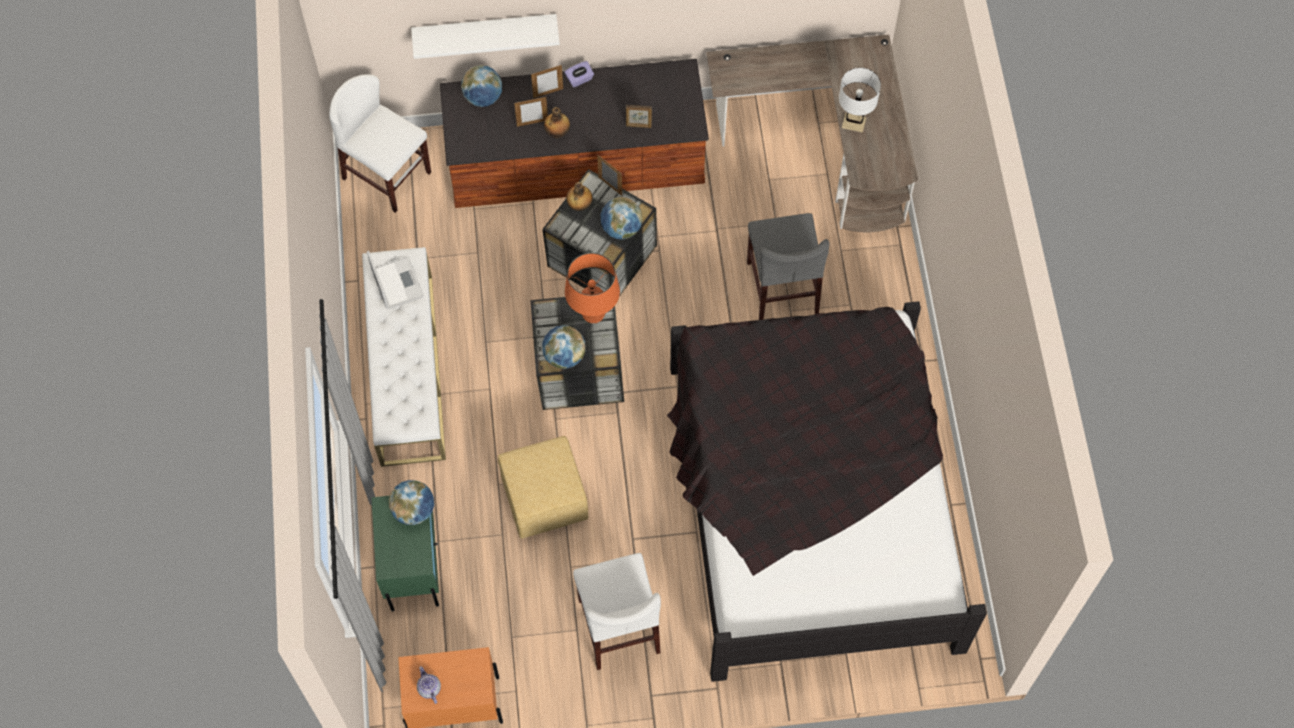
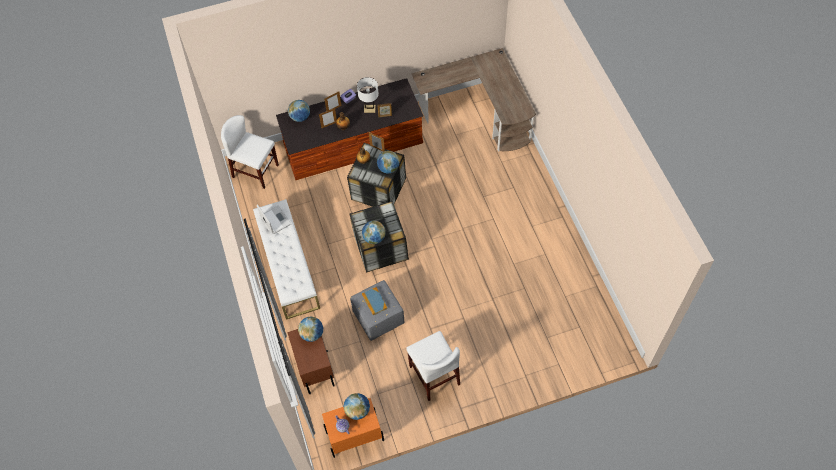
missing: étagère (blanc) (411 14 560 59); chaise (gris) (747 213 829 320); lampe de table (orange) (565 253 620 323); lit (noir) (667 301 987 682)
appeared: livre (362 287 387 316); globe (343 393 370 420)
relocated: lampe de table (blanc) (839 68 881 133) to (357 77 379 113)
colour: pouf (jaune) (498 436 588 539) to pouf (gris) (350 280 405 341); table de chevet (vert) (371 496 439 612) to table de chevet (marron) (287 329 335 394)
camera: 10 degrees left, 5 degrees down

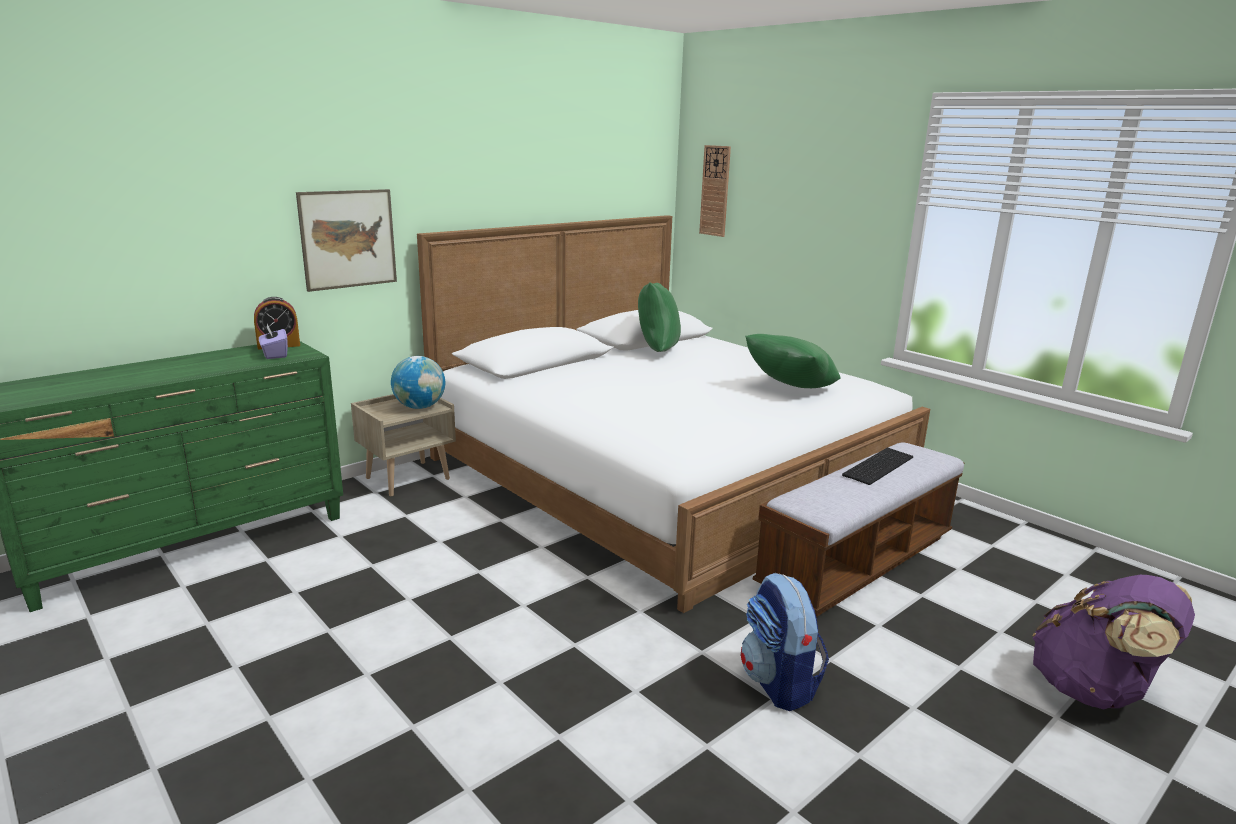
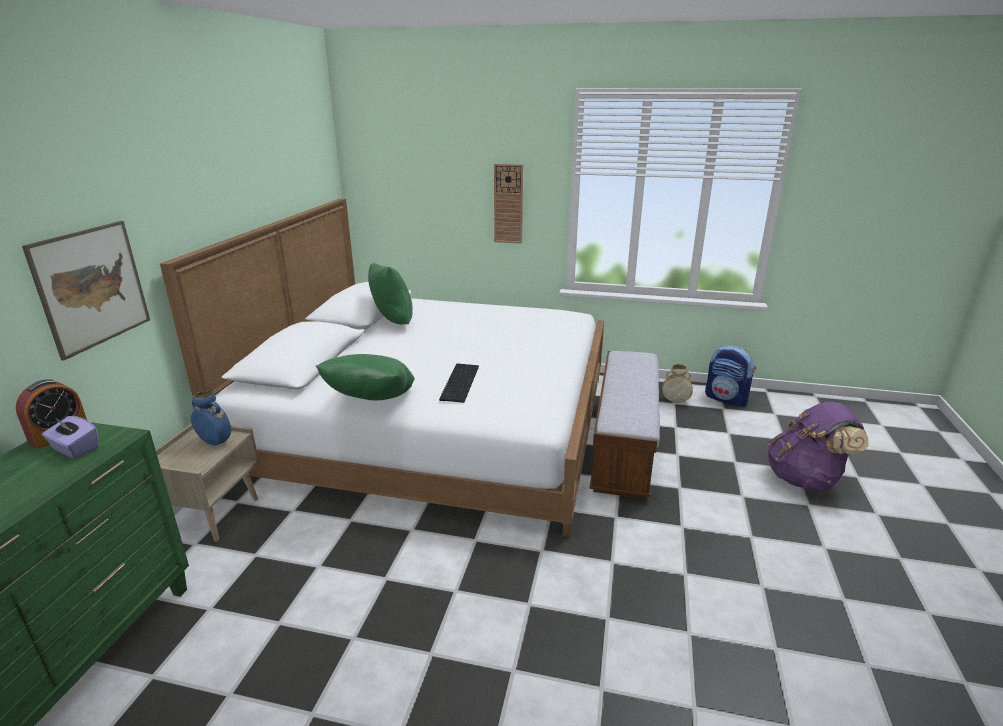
appeared: vase (beige) (662 364 693 403)
relocated: horloge murale (699 145 731 237) to (494 164 523 244); coussin (vert) (745 334 841 388) to (316 354 415 400); clavier (842 448 913 485) to (439 363 479 403); sac à dos (741 573 829 711) to (705 345 756 407)
exchanged: globe (391 356 445 409) to vase (bleu) (191 390 231 445)
camera: 35 degrees left, 5 degrees up

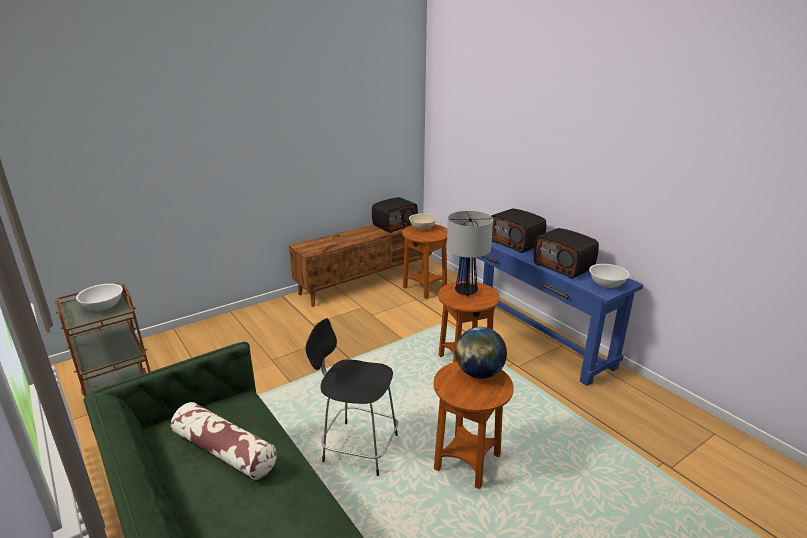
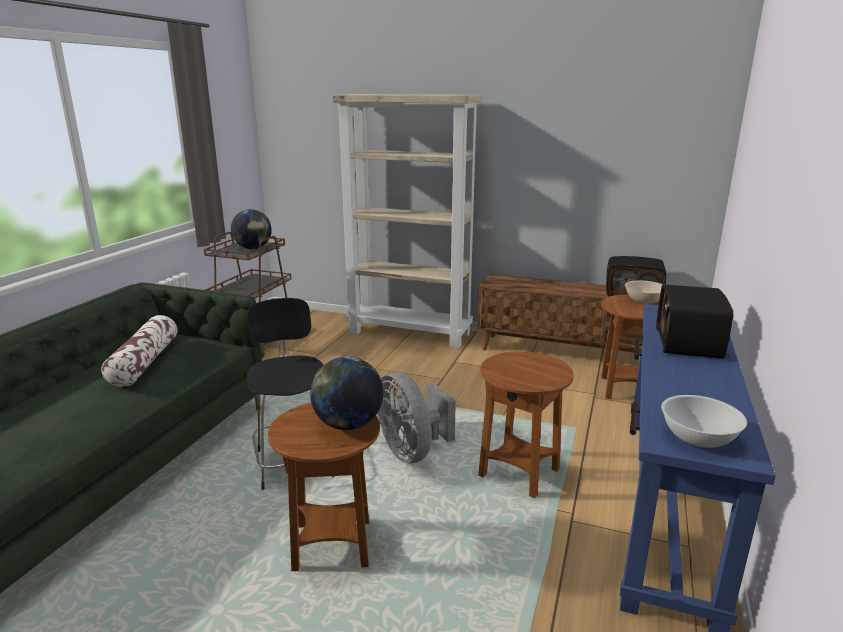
missing: lampe de table (447 211 493 297); radio (534 228 599 279)
appeared: bibliothèque (beige) (332 94 482 348); ventilateur (gris) (377 372 456 464)
exchanged: bol (blanc) (76 284 123 311) to globe (231 209 272 249)
camera: 55 degrees right, 5 degrees down

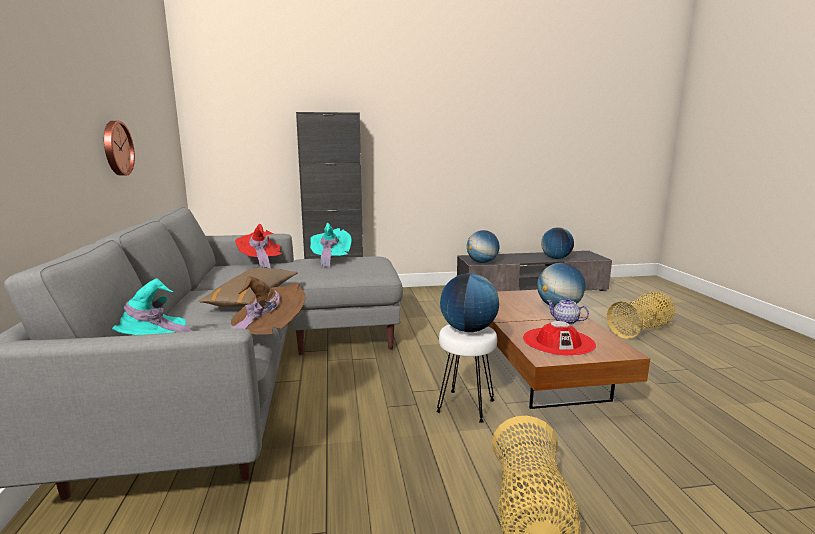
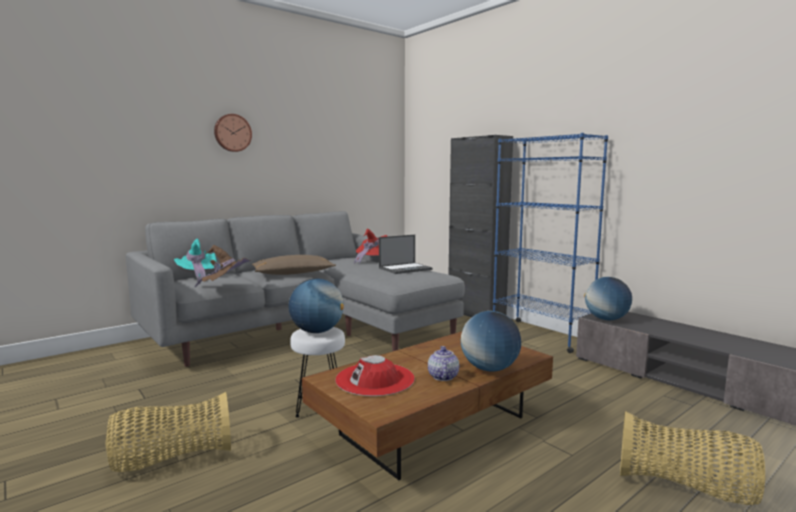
missing: globe (541 227 574 259)
appeared: bibliothèque (bleu) (493 133 608 353)
relocated: horloge murale (104 121 135 176) to (214 114 252 152)
exchanged: chapeau (turquoise) (310 223 352 268) to ordinateur portable (379 235 433 274)
camera: 60 degrees right, 5 degrees down

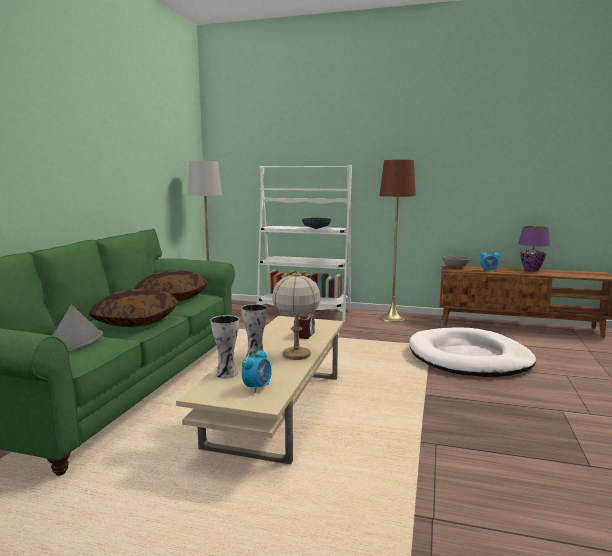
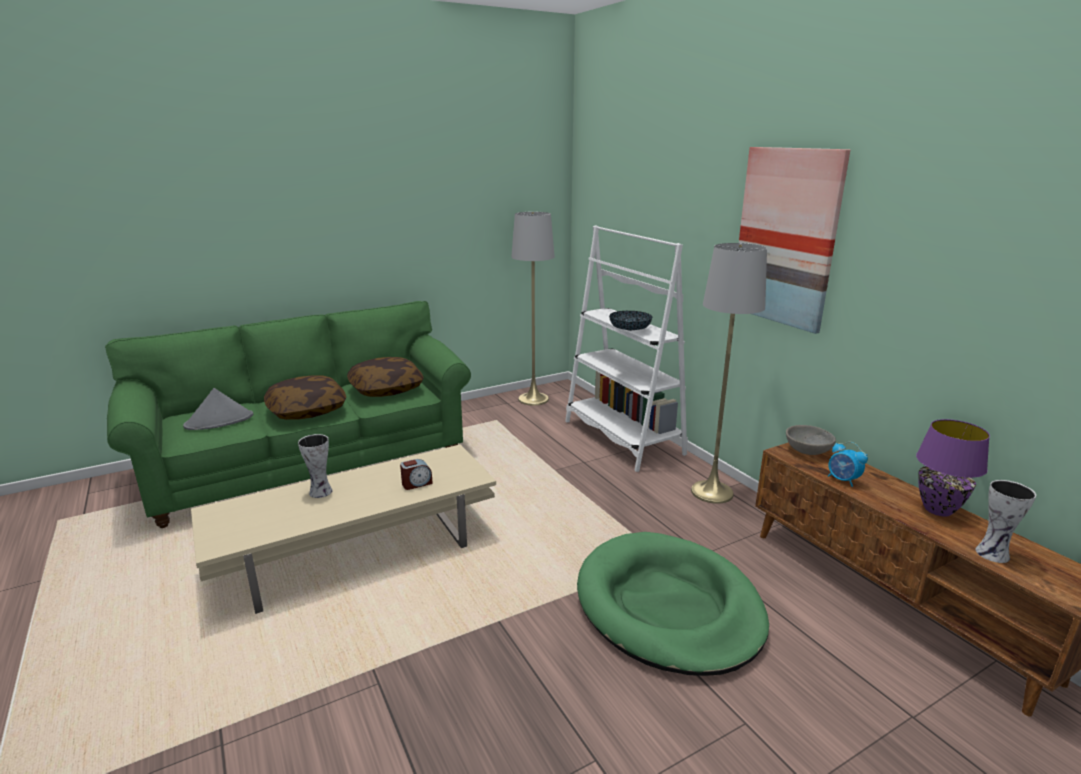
missing: lampe de table (272 271 321 360); réveil (242 348 272 394)
appeared: tableau (739 147 851 334)
relocated: vase (210 315 239 379) to (976 480 1036 563)
colour: lampadaire (marron) (380 159 416 322) to lampadaire (gris) (691 243 767 504); panier pour chien (blanc) (409 327 536 377) to panier pour chien (vert) (577 532 769 676)
camera: 45 degrees right, 10 degrees up

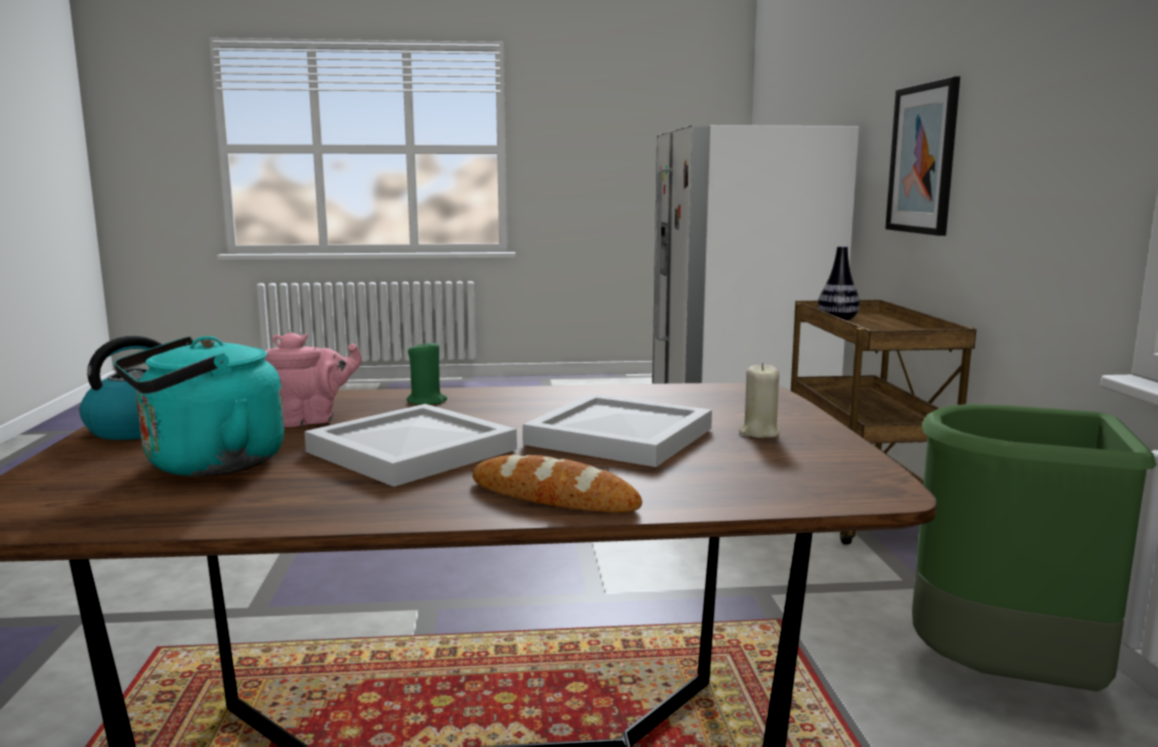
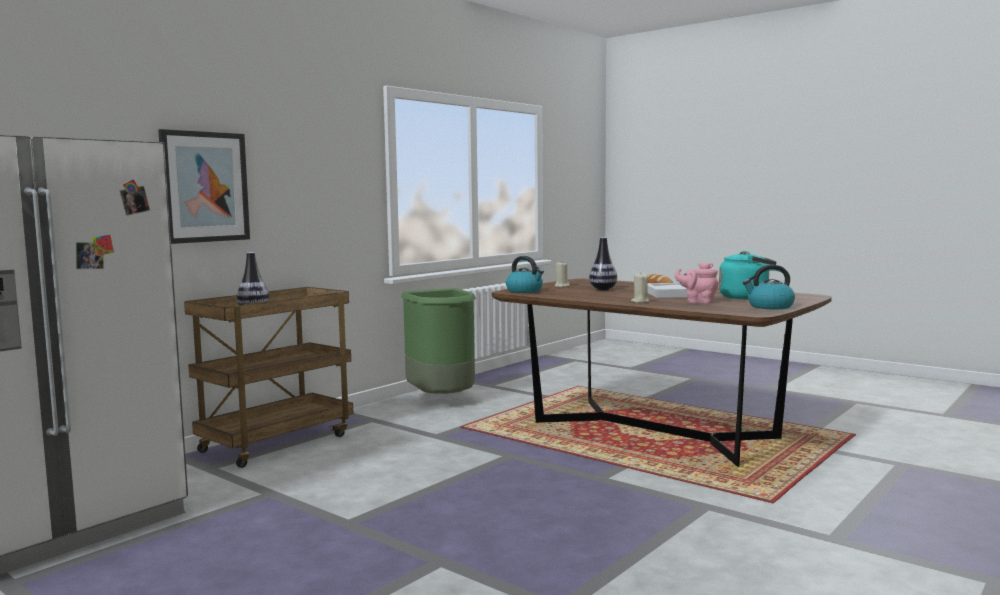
appeared: bouilloire (506 256 544 293)
exchanged: plateau (blanc) (523 394 712 467) to vase (589 238 617 290)
colour: bougie (vert) (407 340 447 405) to bougie (beige) (631 273 649 303)
camera: 135 degrees left, 5 degrees down

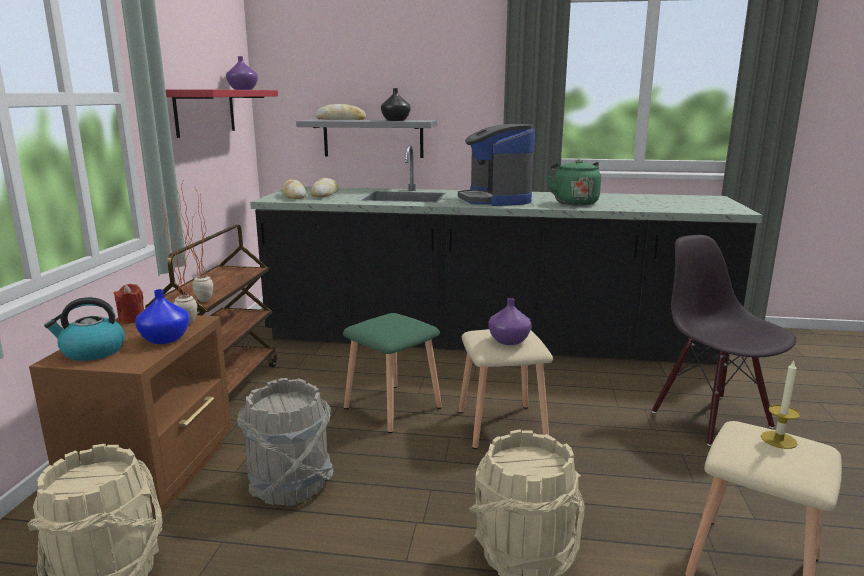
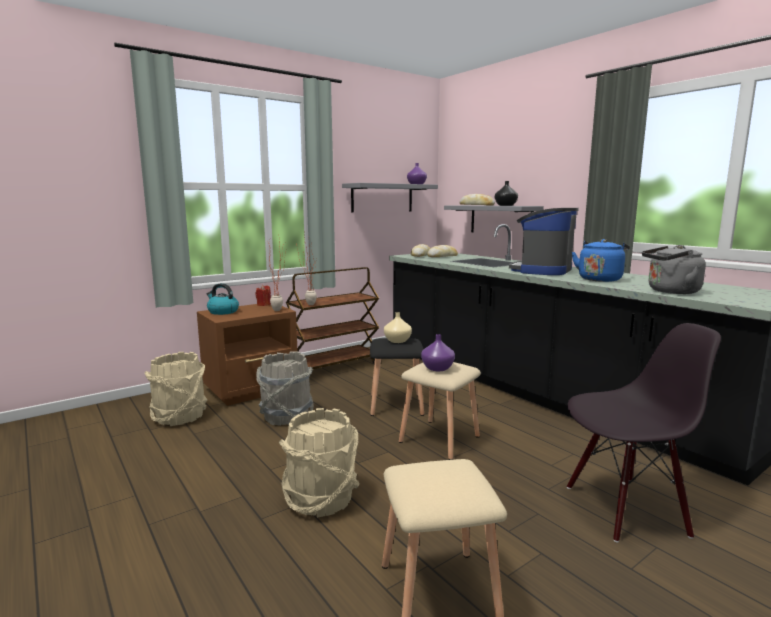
missing: vase (bleu) (135 289 189 344); bougie (761 361 800 449)
appeared: bouilloire (gris) (642 245 706 294); vase (beige) (384 312 412 343)
colour: étagère (rouge) (166 90 278 138) to étagère (gris) (342 183 438 212); bouilloire (vert) (547 159 601 206) to bouilloire (bleu) (572 239 630 282); tabouret (vert) (343 313 442 433) to tabouret (noir) (370 338 424 416)
spun: chaise (noir) (652 235 796 446) = (567 323 721 542) 60 degrees clockwise
camera: 45 degrees right, 5 degrees down

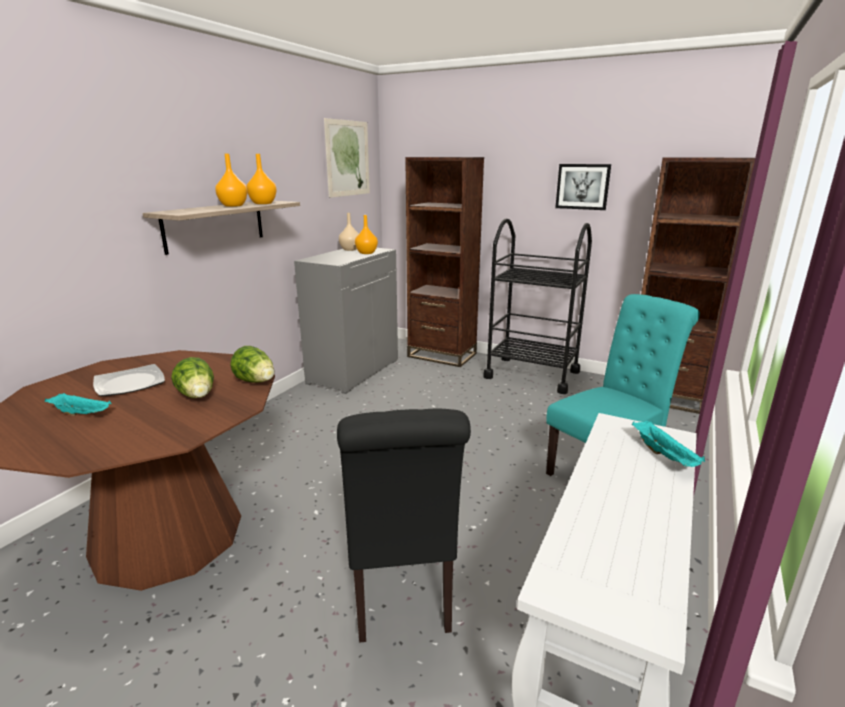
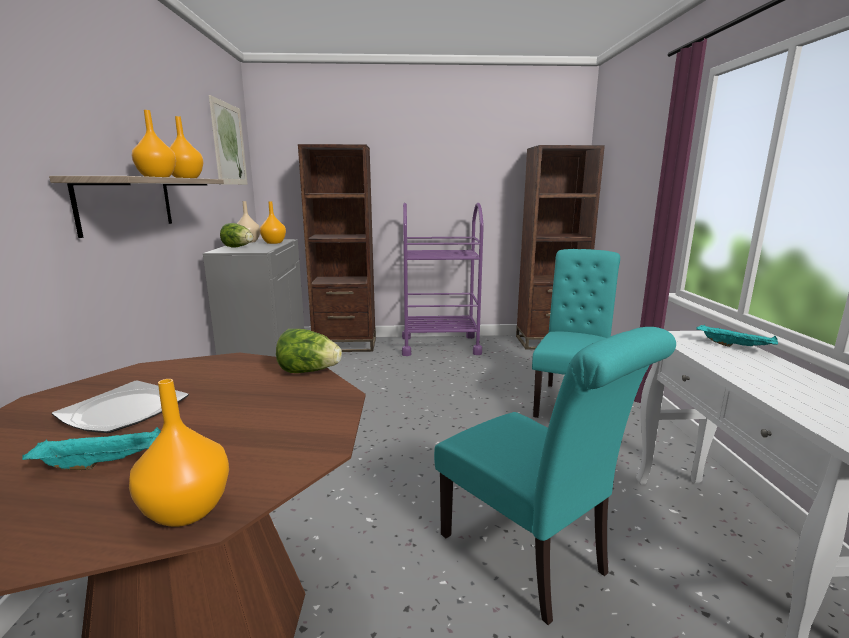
missing: tableau (555 164 611 210)
appeared: vase (orange) (129 379 229 527)
relocated: laitue (171 357 214 398) to (220 223 253 248)
colour: chariot (noir) (483 219 592 394) to chariot (violet) (402 203 484 356); chaise (noir) (337 409 471 643) to chaise (turquoise) (434 327 676 625)
camera: 30 degrees left, 5 degrees down

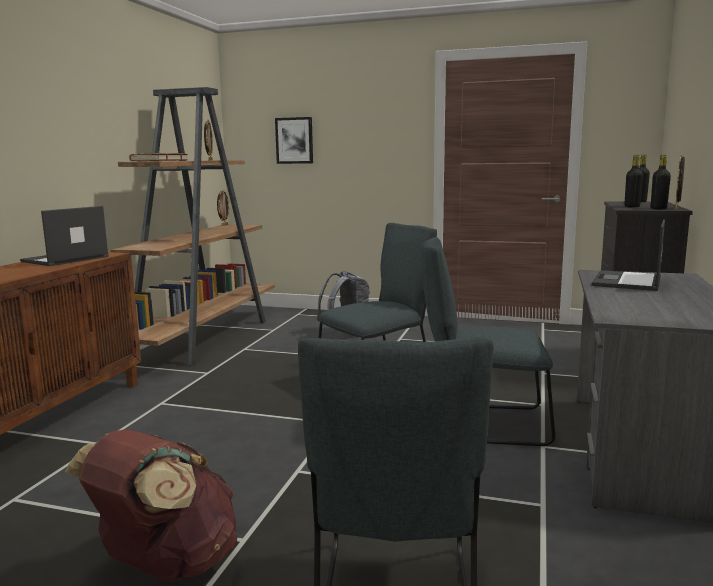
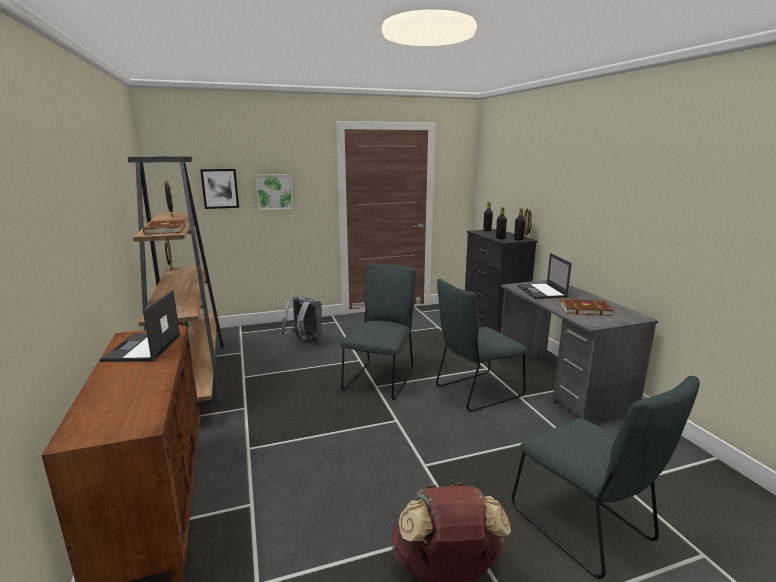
appeared: tableau (256 174 293 210); livre (marron) (560 299 613 316)
camera: 35 degrees left, 5 degrees up

